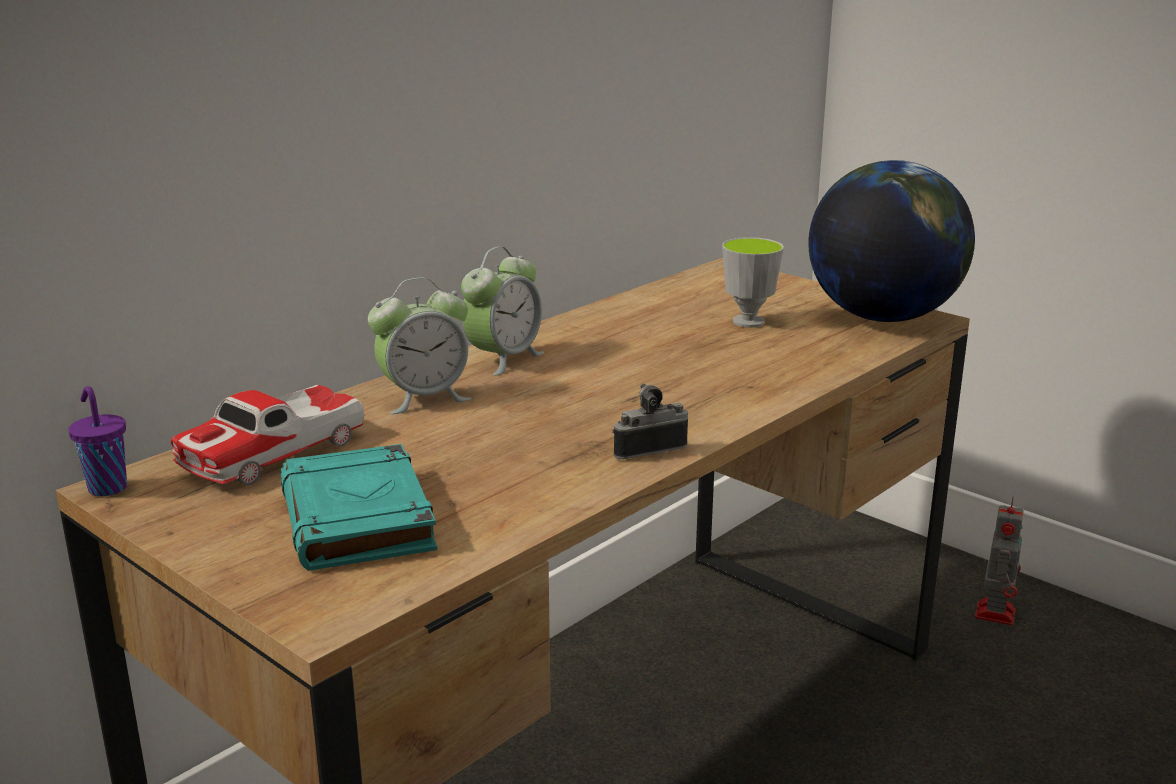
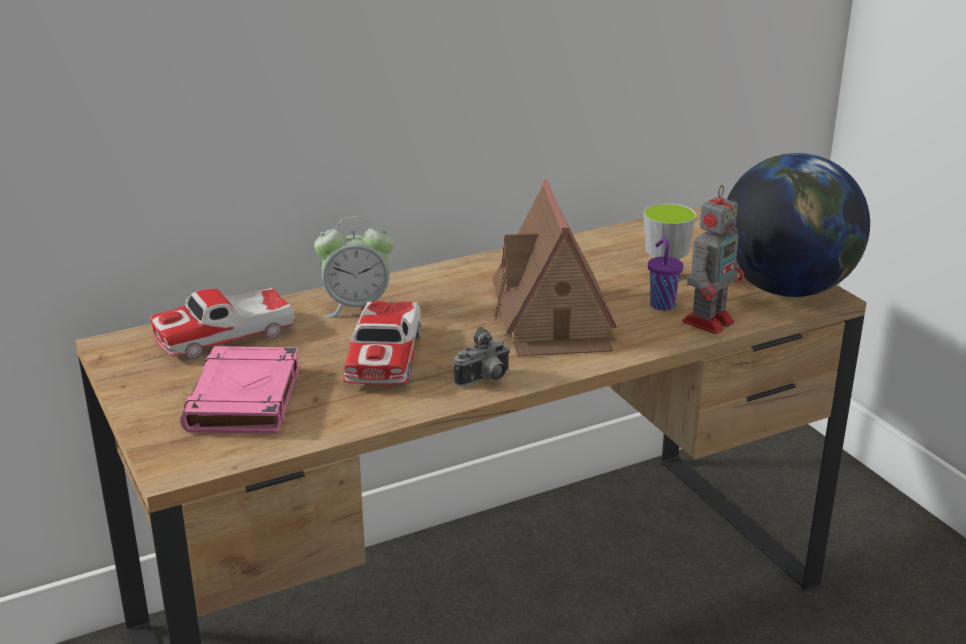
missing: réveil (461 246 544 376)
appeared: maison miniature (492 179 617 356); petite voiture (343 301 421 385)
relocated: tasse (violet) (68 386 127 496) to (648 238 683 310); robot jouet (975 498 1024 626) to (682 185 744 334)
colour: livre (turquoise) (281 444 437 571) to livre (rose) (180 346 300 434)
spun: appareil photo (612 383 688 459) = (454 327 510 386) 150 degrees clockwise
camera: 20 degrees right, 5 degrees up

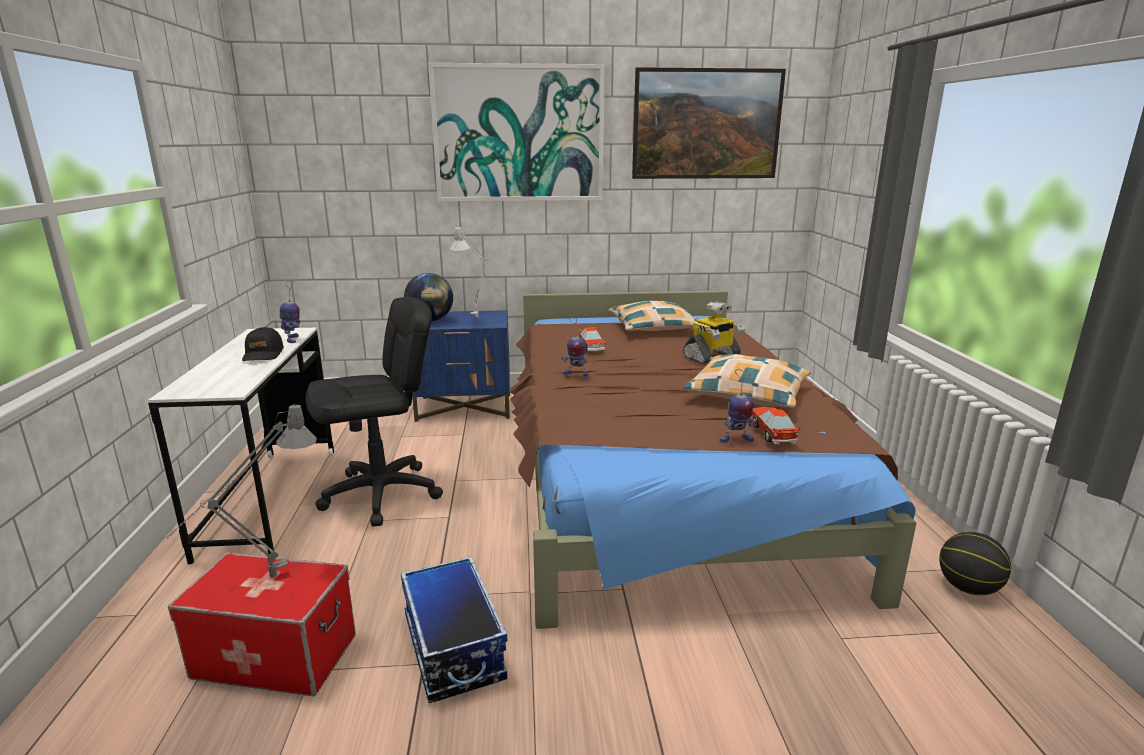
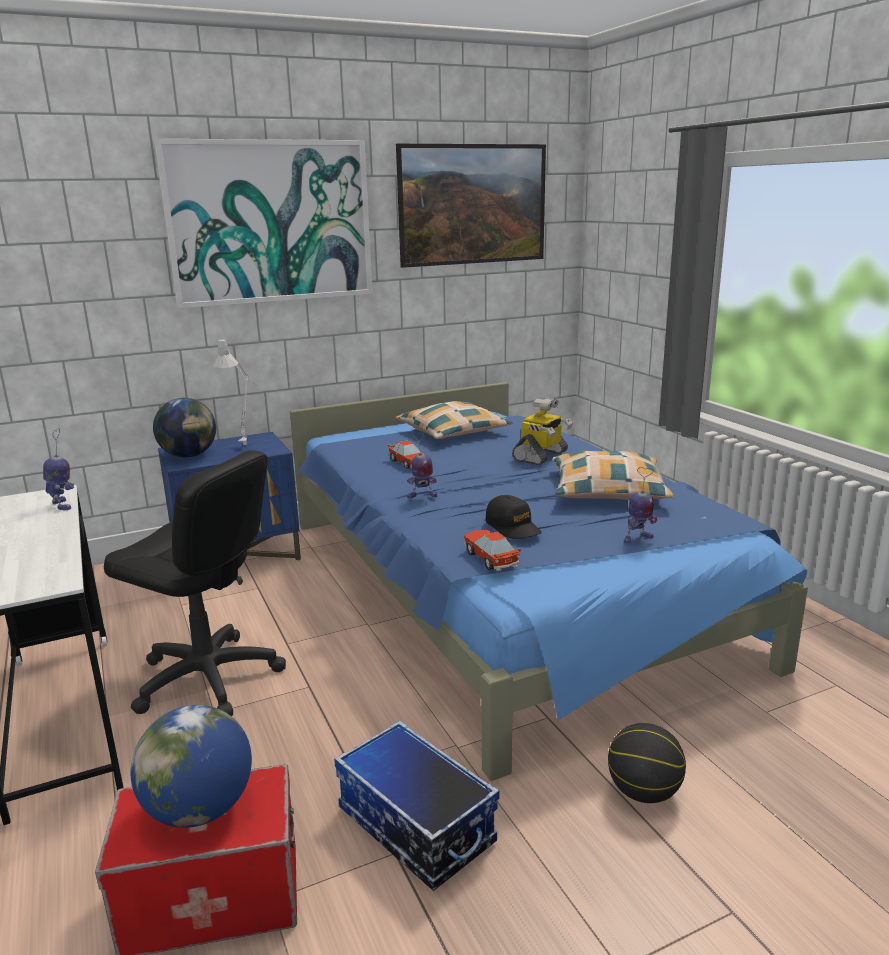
relocated: casquette (noir) (242 327 284 361) to (485 495 542 539); petite voiture (751 407 801 445) to (464 530 521 571); ballon de basket (939 532 1011 595) to (608 723 686 803)
exchanged: lampe de table (gris) (167 403 317 577) to globe (131 705 252 828)
colour: lit (marron) (509 291 916 629) to lit (bleu) (290 382 808 781)
spun: chaise de bureau (noir) (306 297 443 526) = (104 450 286 716) 75 degrees clockwise
camera: 20 degrees left, 0 degrees up

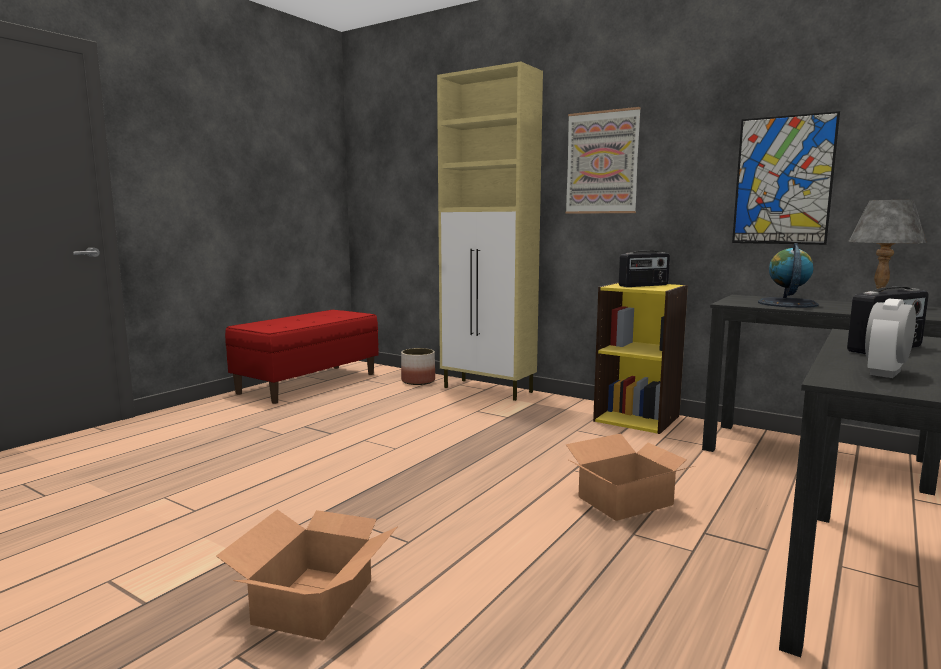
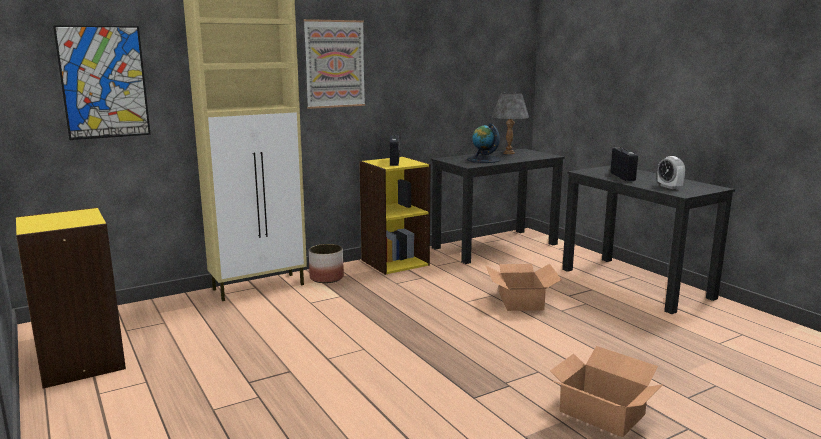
relocated: tableau (732 111 840 245) to (53 25 151 140); cache-pot (401 348 435 385) to (309 244 344 283)
exchanged: banc (rouge) (225 310 378 404) to bibliothèque (jaune) (16 207 126 389)
camera: 65 degrees left, 5 degrees up

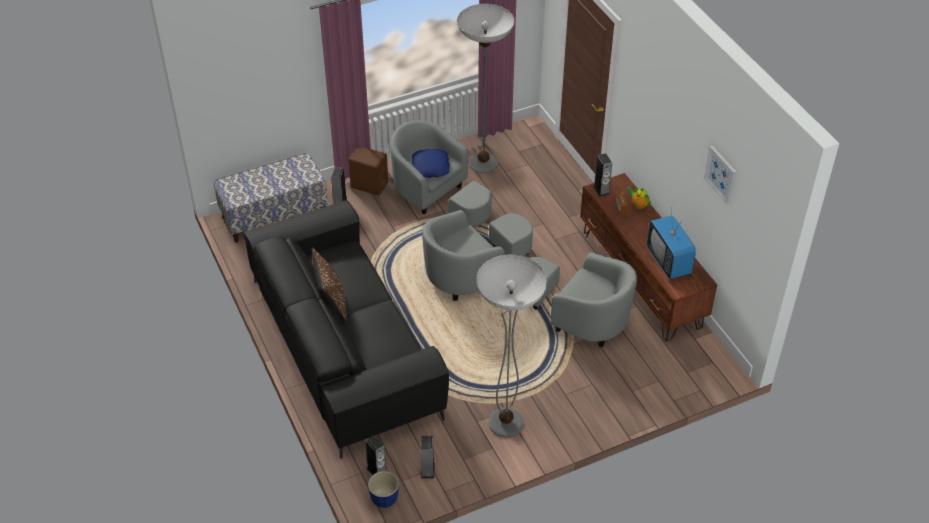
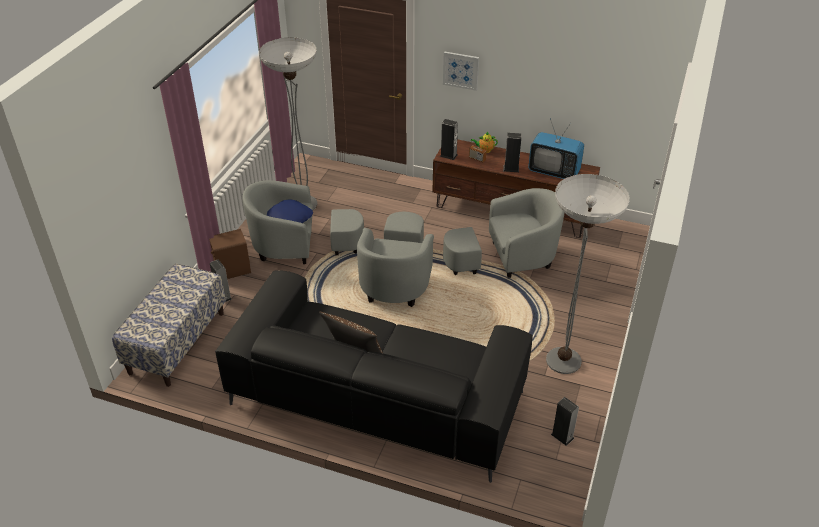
missing: cache-pot (368 471 399 508)
relocated: tableau (704 146 736 204) to (443 52 479 91); enceinte (365 435 386 475) to (503 133 521 172)
camera: 45 degrees left, 5 degrees down

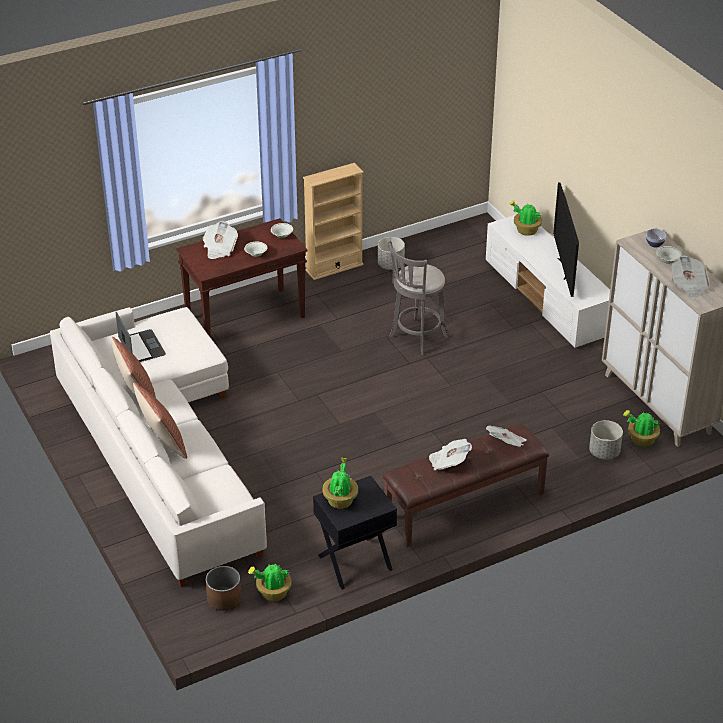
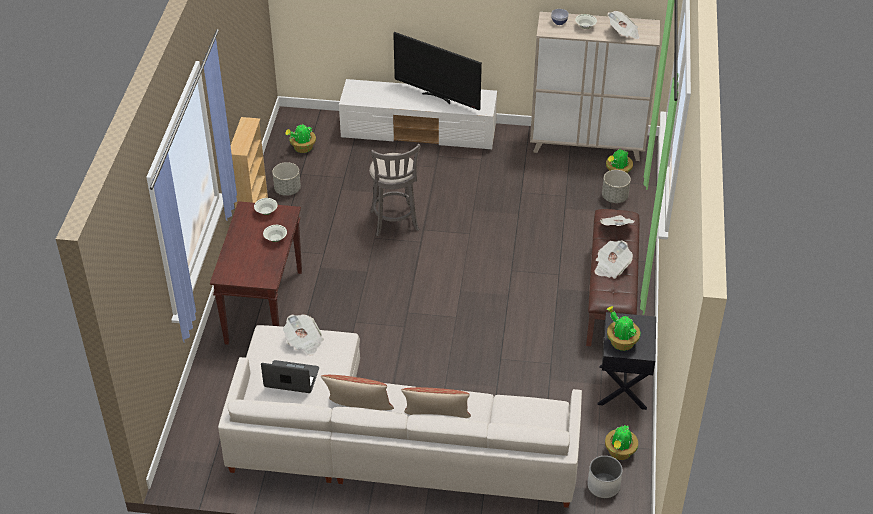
relocated: plante en pot (509 200 542 236) to (285 125 316 153); journal (203 221 238 259) to (283 314 324 356)
colour: cache-pot (marron) (206 566 242 611) to cache-pot (blanc) (587 456 623 498)
camera: 55 degrees left, 5 degrees up

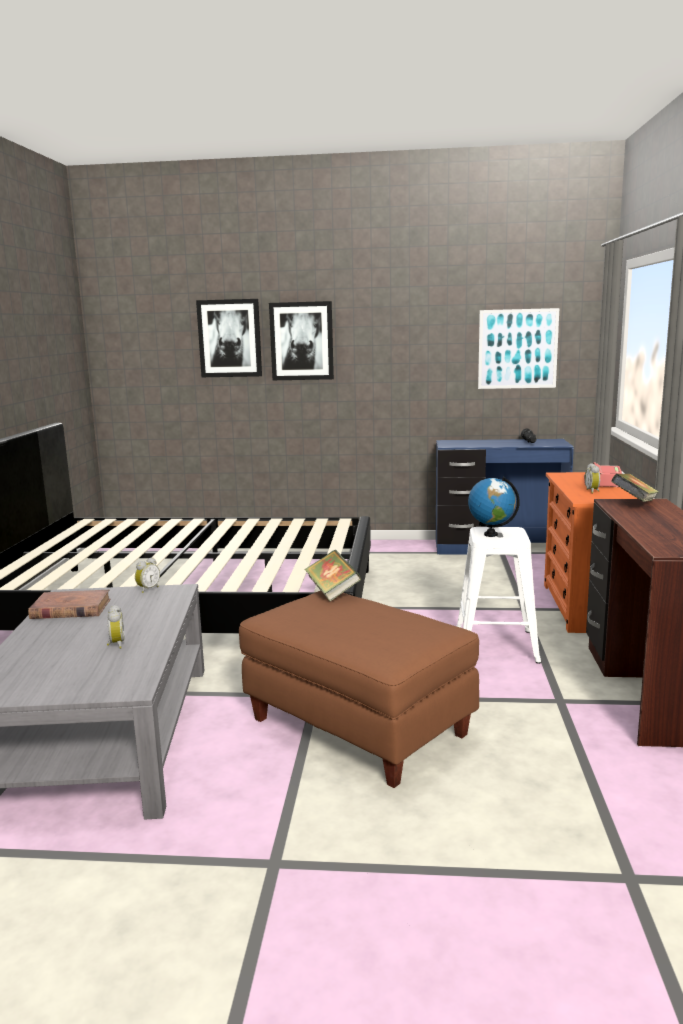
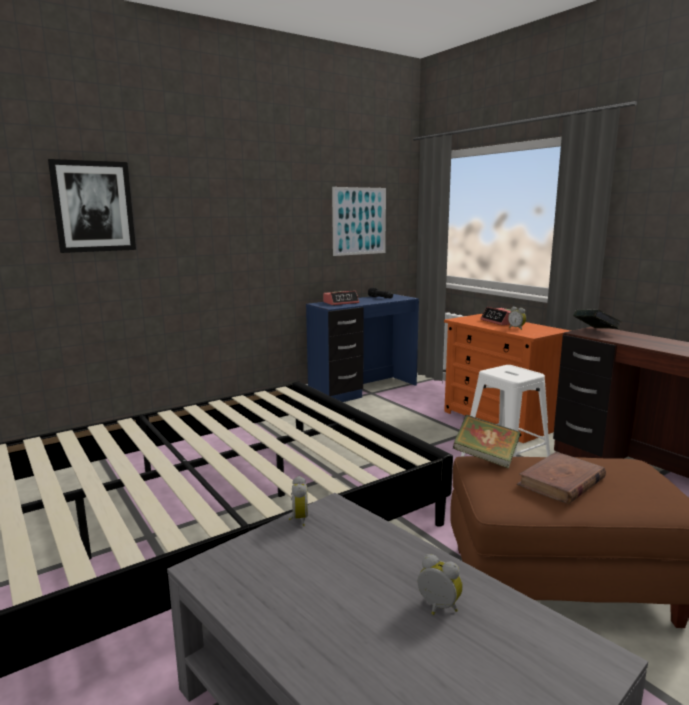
missing: tableau (269 301 334 380); globe (468 477 520 537)
appeared: réveil (323 291 359 305)
relocated: livre (marron) (28 590 111 619) to (517 452 606 504)
camera: 40 degrees left, 0 degrees up

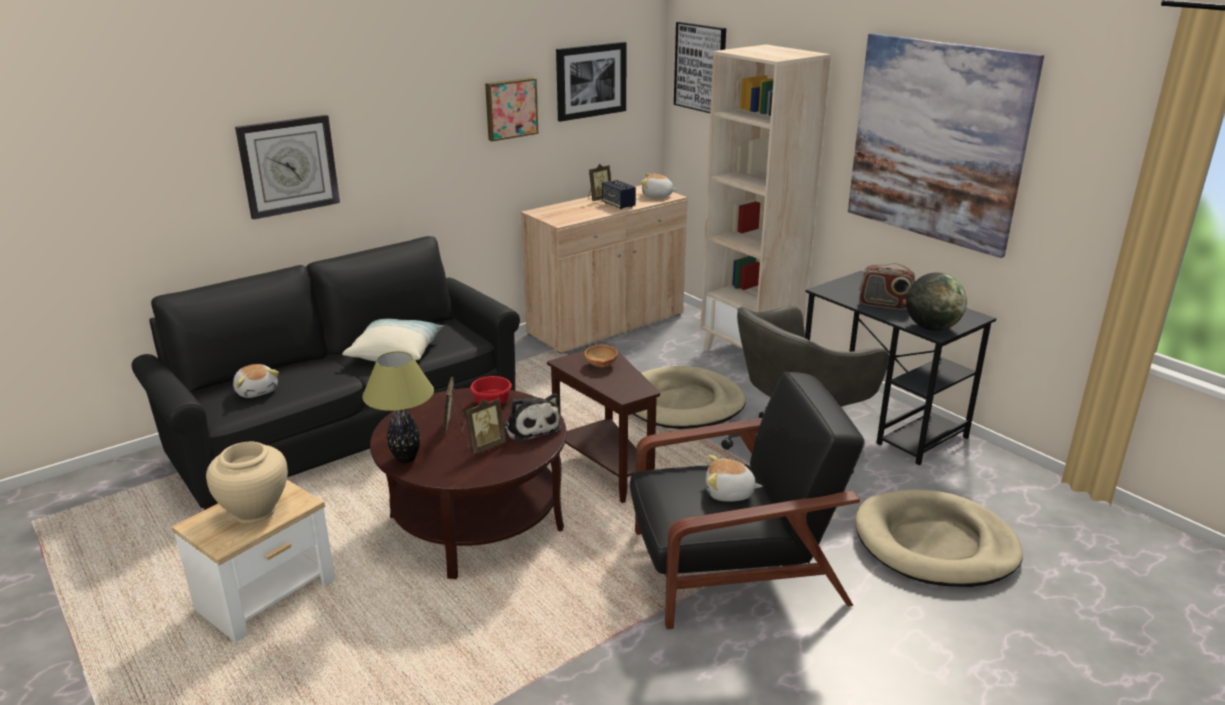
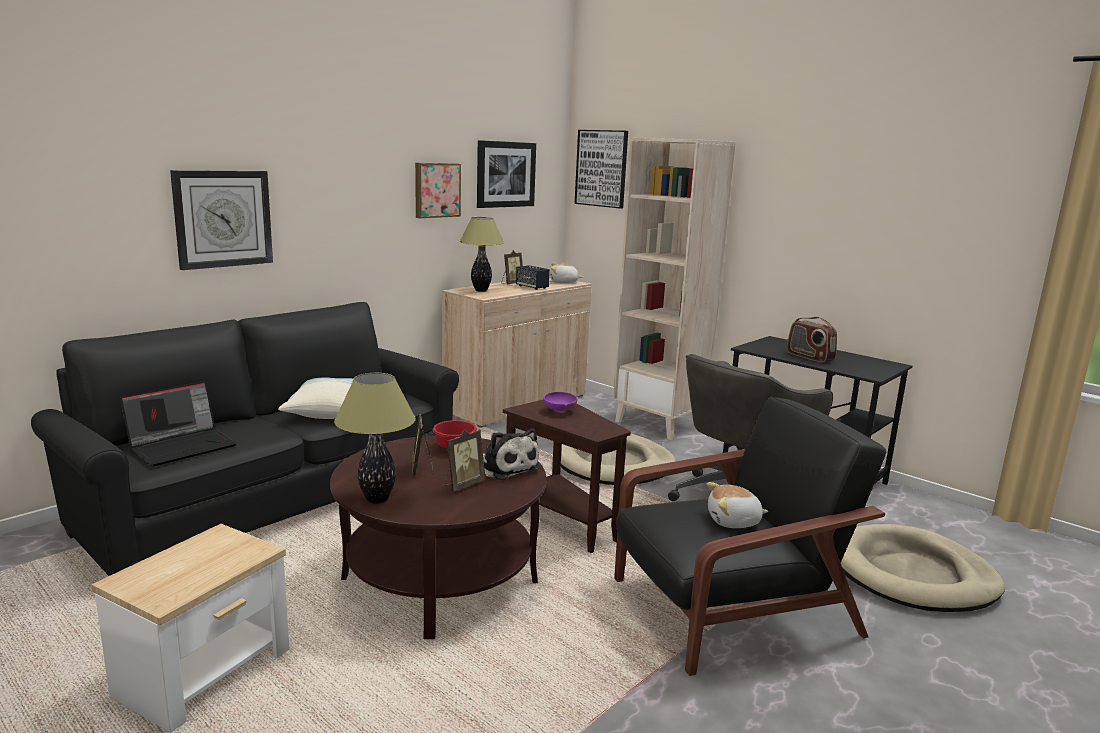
missing: tableau (848 33 1044 258); globe (906 272 967 331); vase (beige) (206 442 288 524)
appeared: lampe de table (460 217 504 292)
exchanged: peluche (233 364 279 398) to ordinateur portable (120 381 237 466)
colour: bol (marron) (585 345 618 367) to bol (violet) (544 392 577 413)
spun: radio (859 263 915 310) = (787 317 837 362) 45 degrees clockwise
camera: 10 degrees left, 10 degrees down

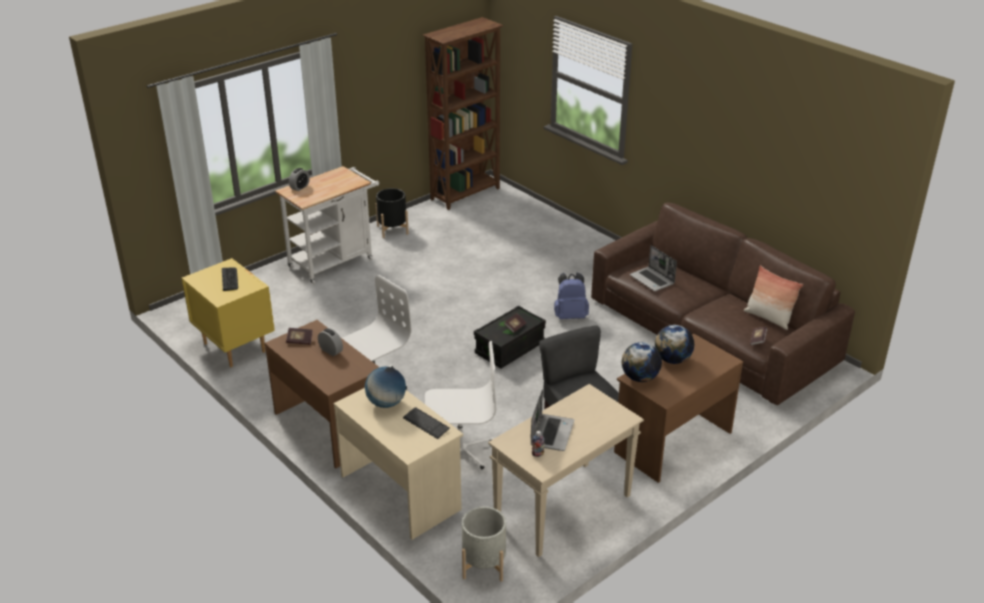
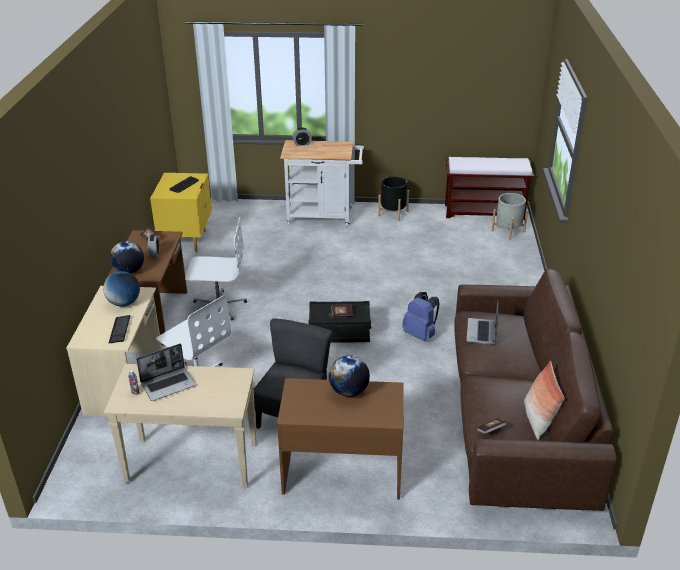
relocated: globe (622 342 662 382) to (110 241 144 274); cache-pot (gris) (462 507 506 582) to (491 193 528 240)
exchanged: bibliothèque (marron) (423 17 504 210) to banc (marron) (445 157 534 220)
camera: 45 degrees right, 0 degrees up

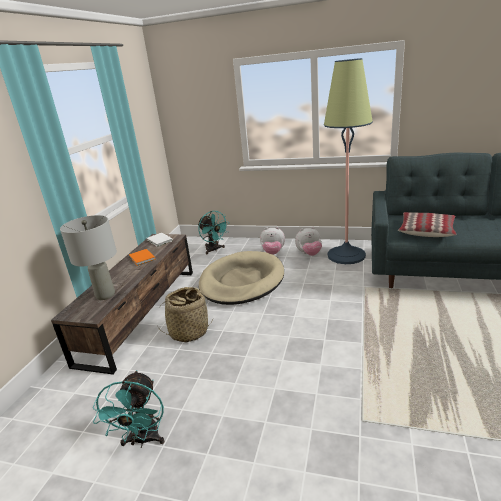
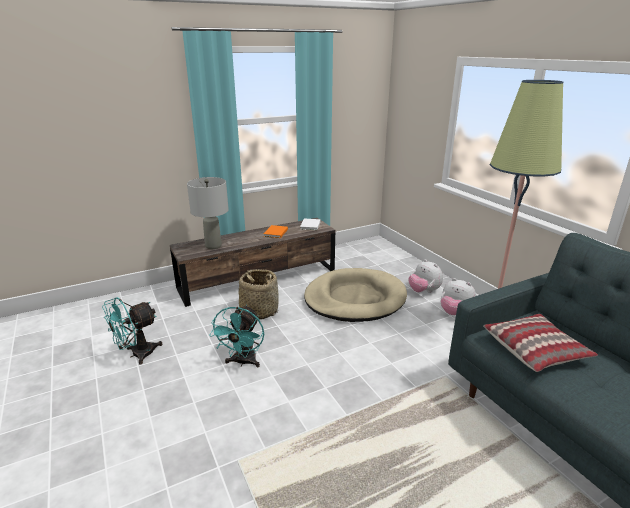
relocated: ventilateur (turquoise) (198 211 229 254) to (209 305 264 367)
camera: 45 degrees right, 0 degrees up

